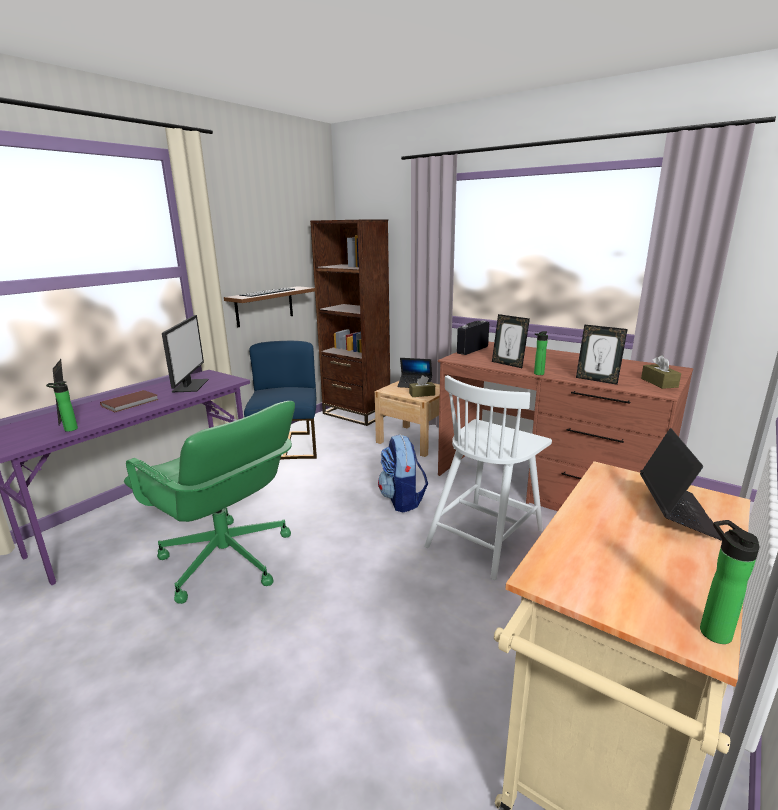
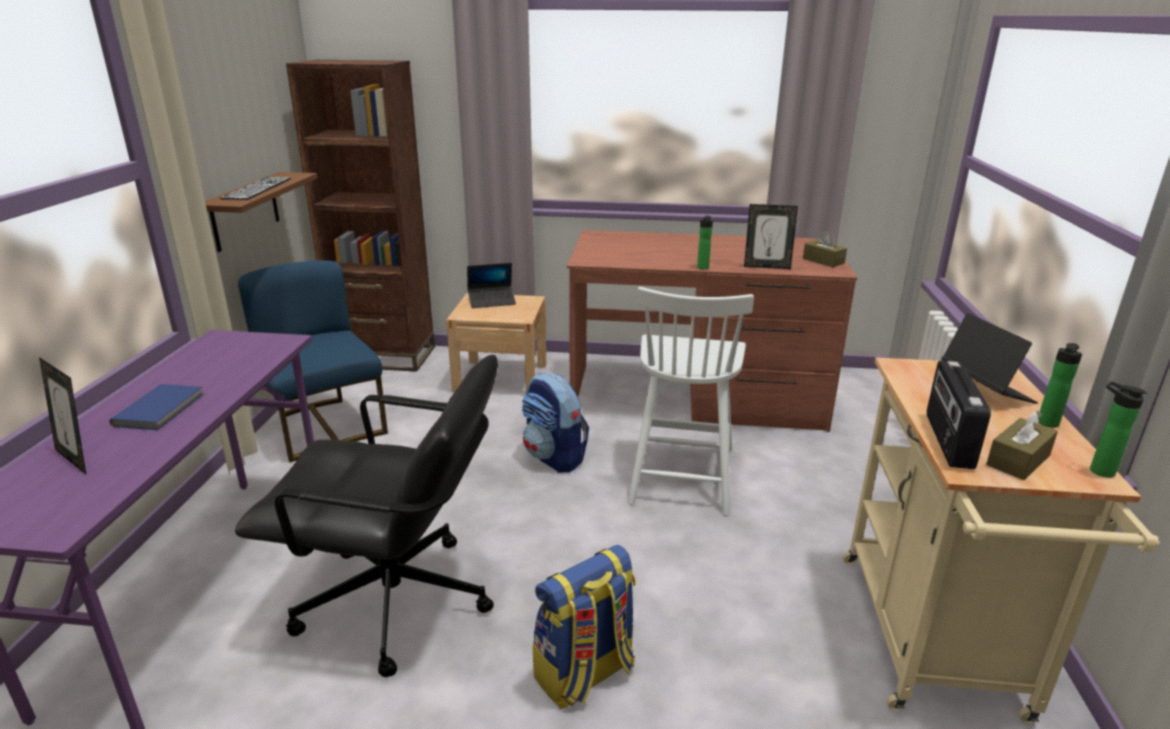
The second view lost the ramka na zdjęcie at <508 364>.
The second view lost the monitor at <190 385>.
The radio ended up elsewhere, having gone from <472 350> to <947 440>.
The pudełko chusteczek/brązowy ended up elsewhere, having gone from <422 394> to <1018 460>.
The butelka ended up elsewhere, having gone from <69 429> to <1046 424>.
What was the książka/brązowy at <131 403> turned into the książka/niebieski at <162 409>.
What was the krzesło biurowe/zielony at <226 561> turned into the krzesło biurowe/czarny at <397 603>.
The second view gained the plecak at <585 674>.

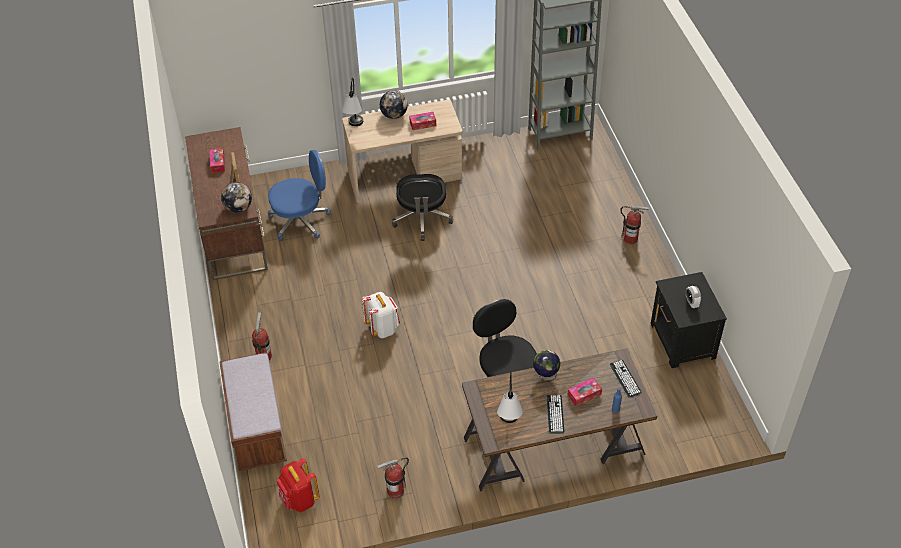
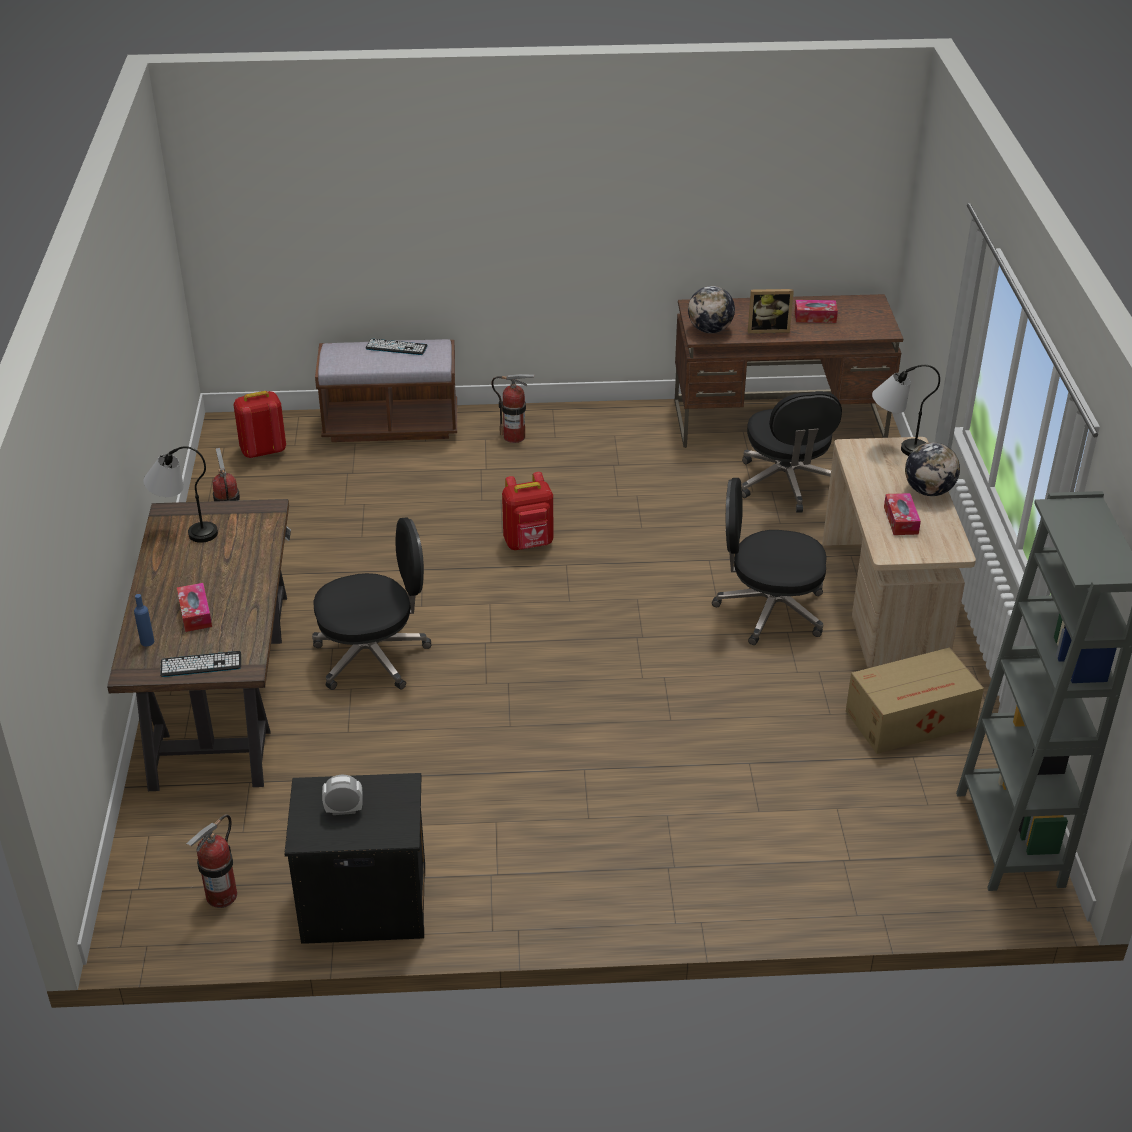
What was the krzesło biurowe/niebieski at <301 221> turned into the krzesło biurowe/czarny at <786 484>.
The gaśnica ended up elsewhere, having gone from <630 239> to <221 896>.
What was the plecak/biały at <382 328> turned into the plecak/czerwony at <529 543>.
The second view lost the globus at <545 376>.
The klawiatura ended up elsewhere, having gone from <555 414> to <396 347>.
The second view gained the karton at <912 719>.

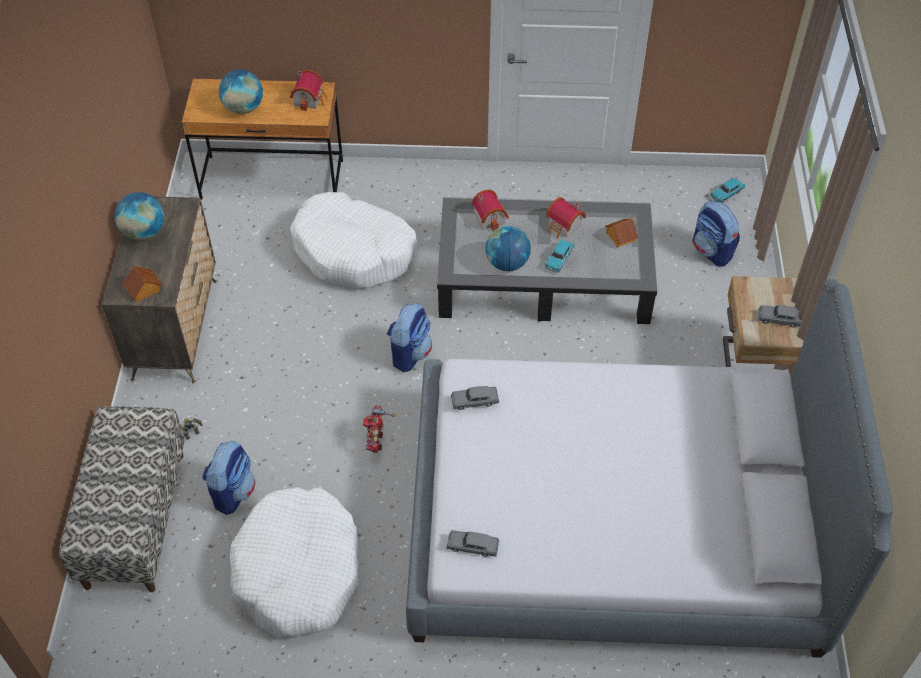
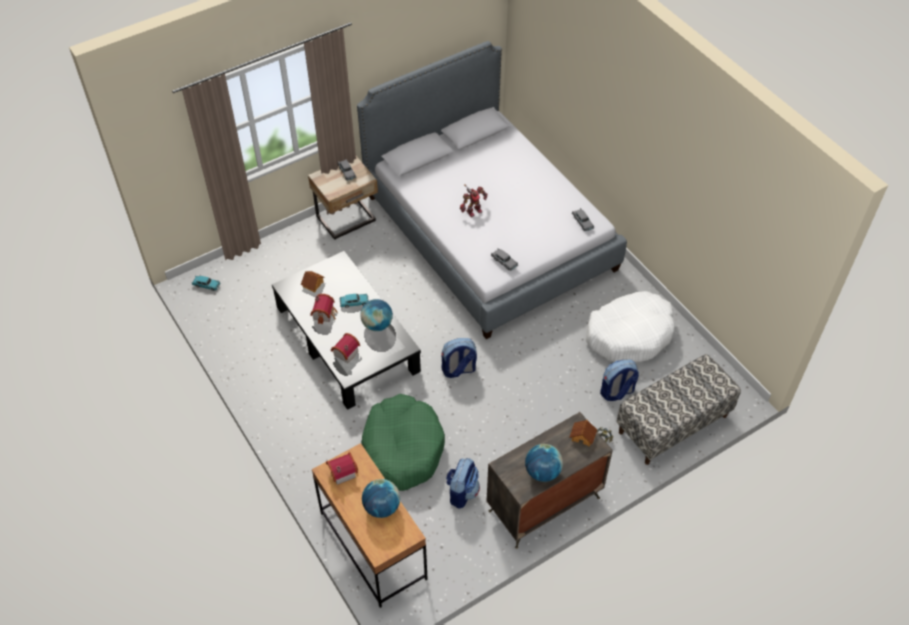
What was the legowisko/biały at <354 251> turned into the legowisko/zielony at <402 449>.
The plecak ended up elsewhere, having gone from <712 251> to <462 492>.
The robot zabawkowy ended up elsewhere, having gone from <376 441> to <473 210>.

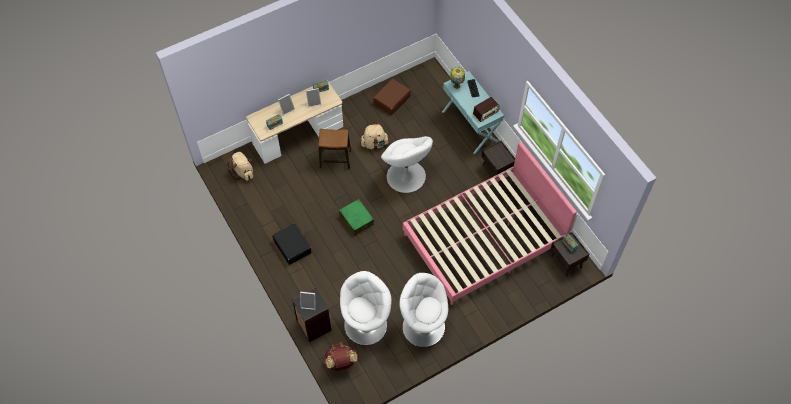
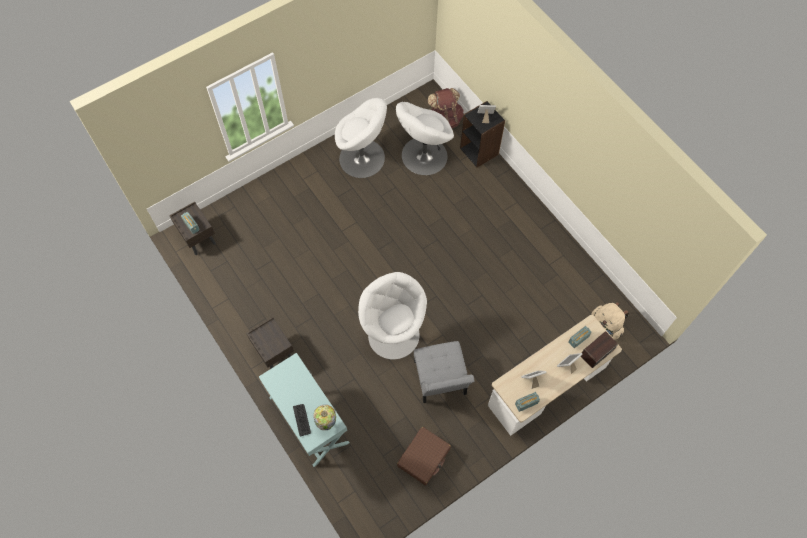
The radio ended up elsewhere, having gone from <486 112> to <597 352>.
Where the plecak/beżowy stood at <374 143>, the krzesło/szary came to stand at <440 381>.
The second view lost the stołek at <335 159>.
The second view lost the łóżko/różowy at <484 239>.
The second view lost the walizka/zielony at <356 220>.
The second view lost the walizka/czarny at <292 246>.

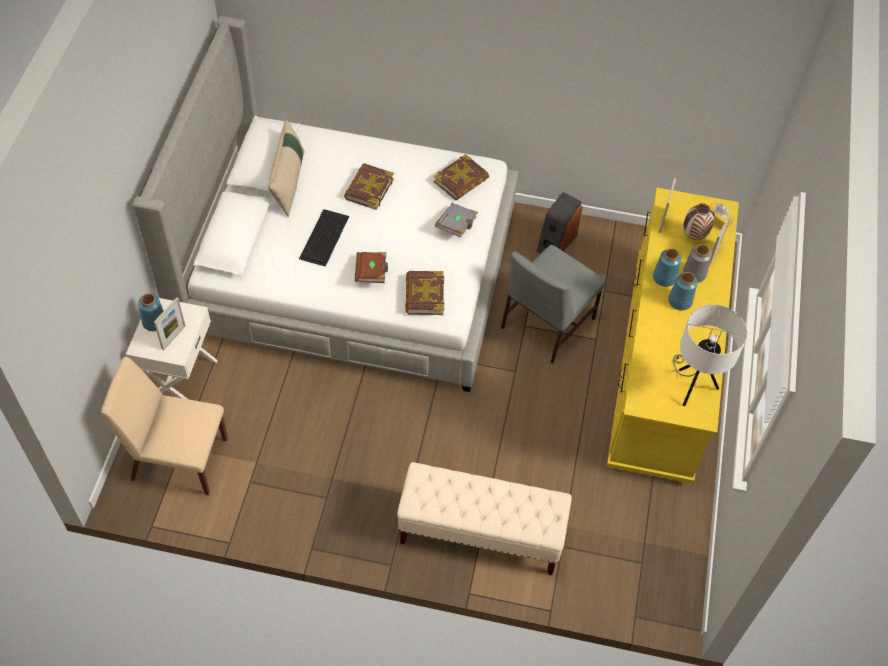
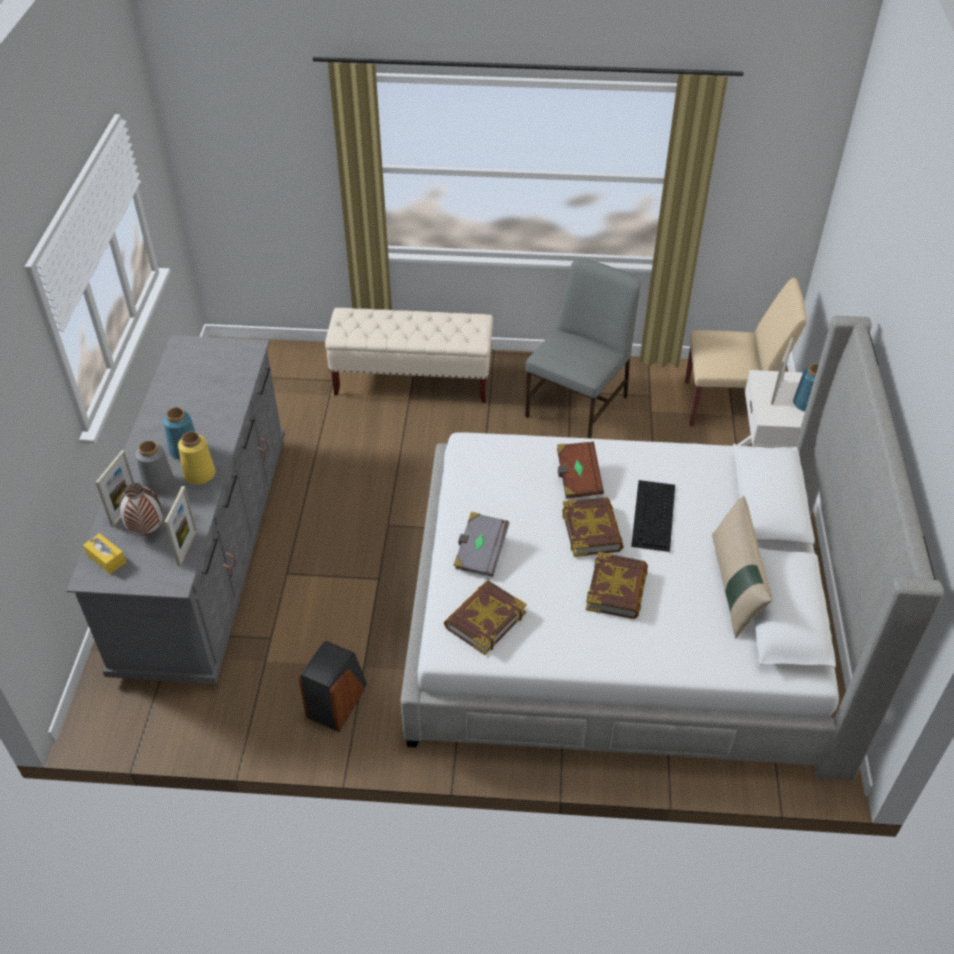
What was the komoda/żółty at <661 366> turned into the komoda/szary at <206 551>.
The krzesło/szary ended up elsewhere, having gone from <546 323> to <578 405>.
What was the wazon/niebieski at <664 277> turned into the wazon/żółty at <199 474>.
The książka ended up elsewhere, having gone from <424 295> to <592 530>.
The second view lost the lampa stołowa/biały at <692 386>.

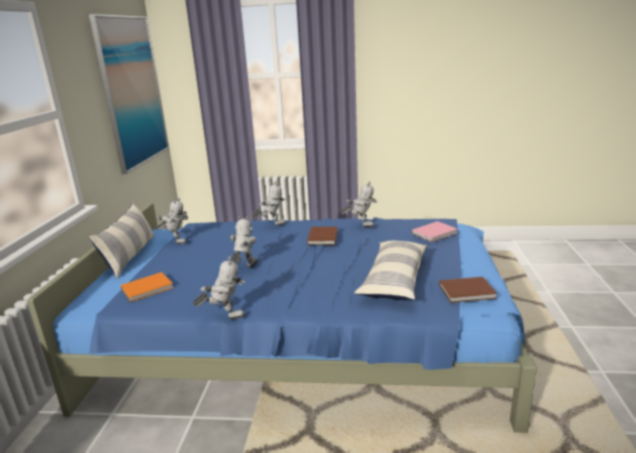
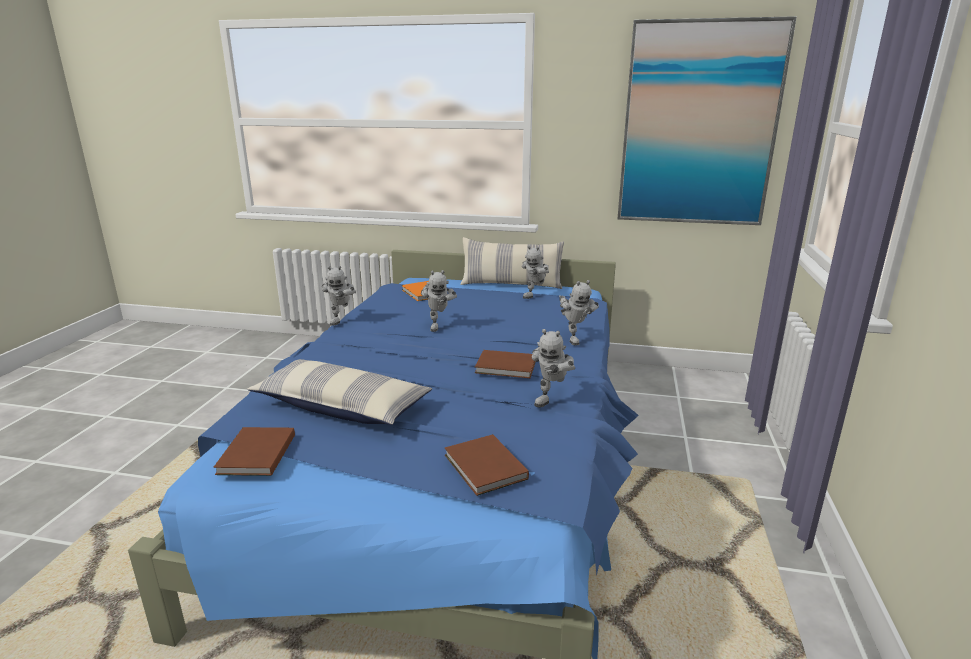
The robot zabawkowy at <245 268> ended up facing another way, 60 degrees clockwise from before.
What was the książka/różowy at <435 233> turned into the książka/brązowy at <485 468>.

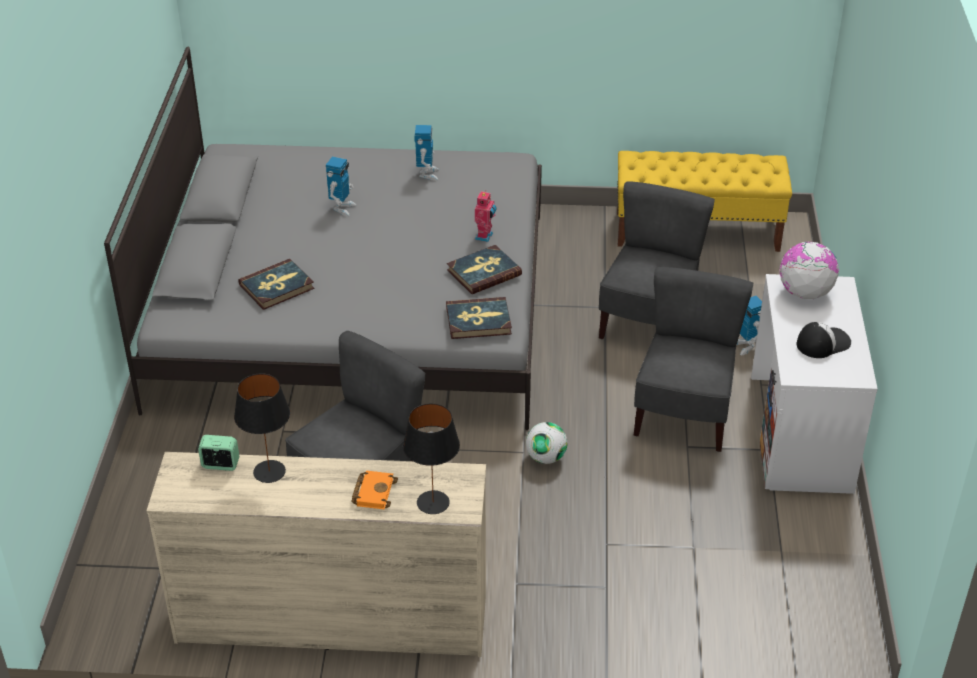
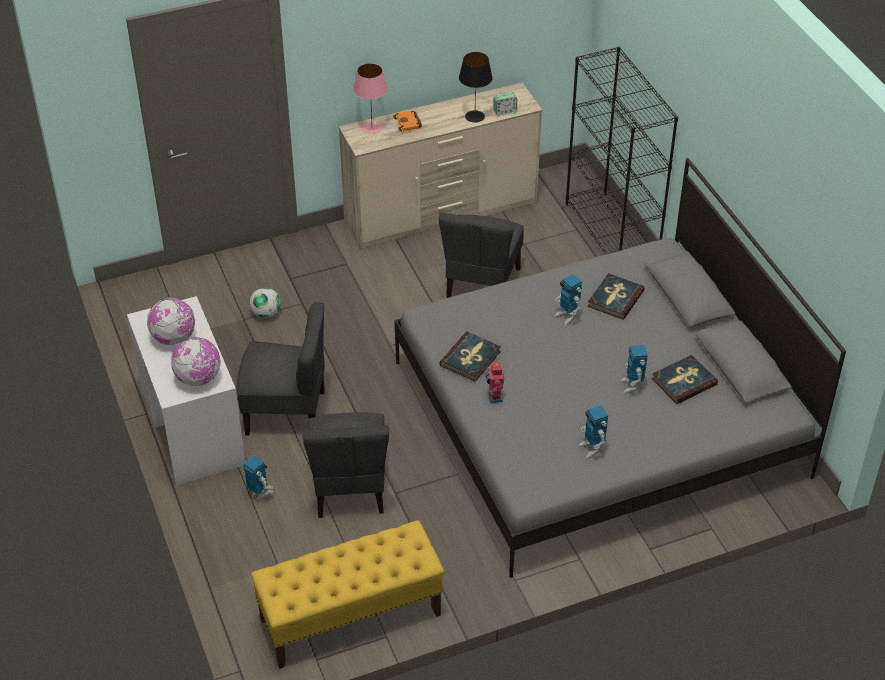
The krzesło/szary at <684 415> ended up facing another way, 75 degrees counterclockwise from before.
The książka ended up elsewhere, having gone from <478 321> to <683 381>.
Where the czapka z daszkiem stood at <822 343>, the globus came to stand at <174 338>.
What was the lampa stołowa/czarny at <432 502> turned into the lampa stołowa/różowy at <372 128>.
The piłka futbolowa ended up elsewhere, having gone from <546 458> to <266 314>.
The second view gained the regał/czarny at <612 234>.
The second view gained the robot zabawkowy at <567 316>.

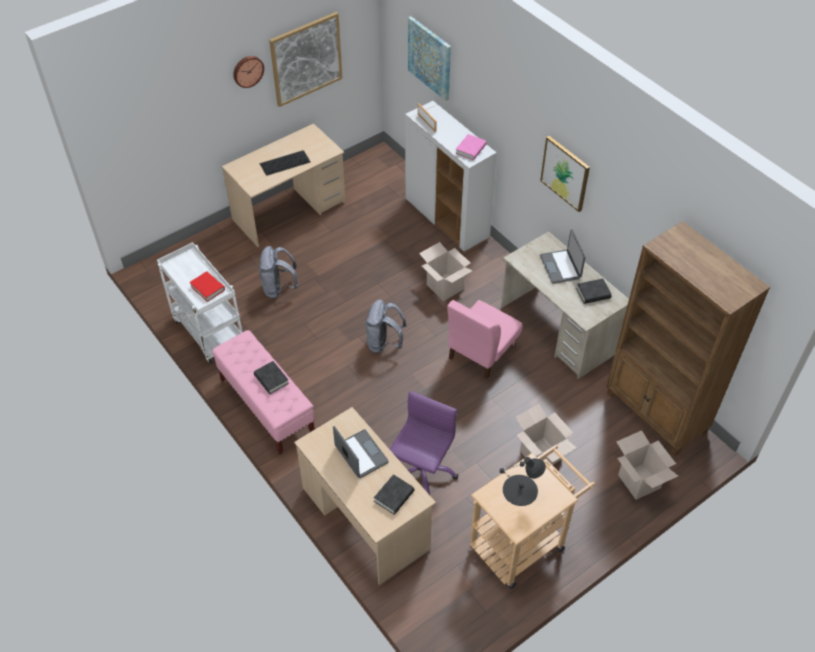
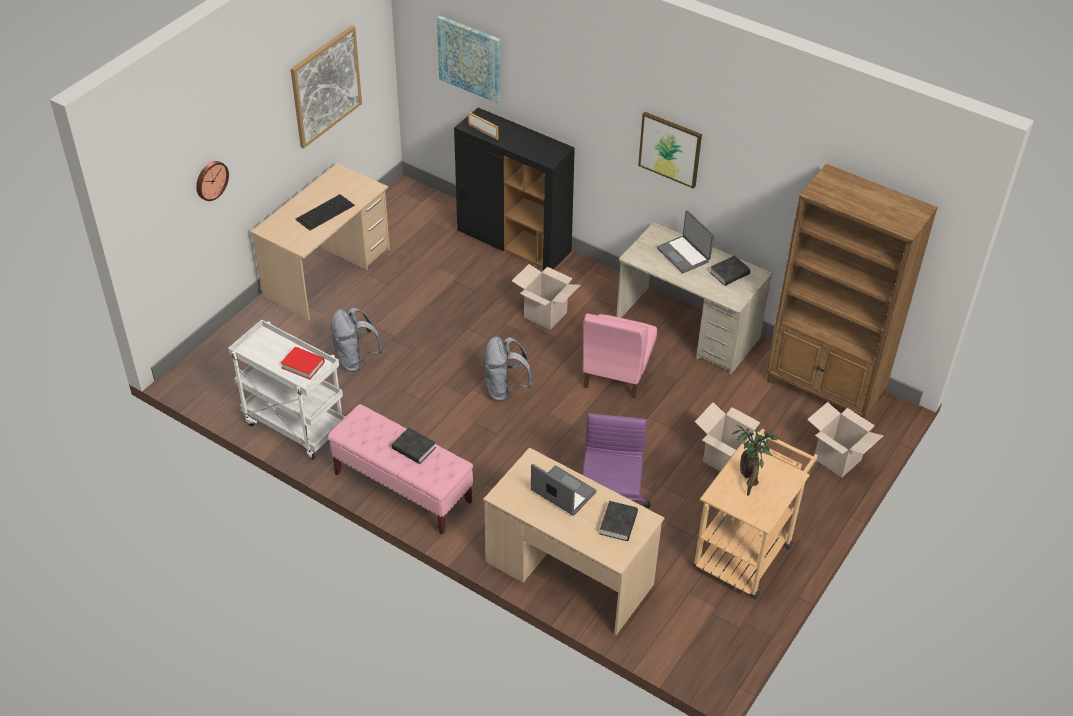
The zegar ścienny ended up elsewhere, having gone from <247 71> to <210 180>.
What was the szafka/biały at <447 219> turned into the szafka/czarny at <514 242>.
The second view lost the książka/różowy at <470 149>.
Where the lampa stołowa/czarny stood at <520 490>, the roślina doniczkowa came to stand at <749 480>.

